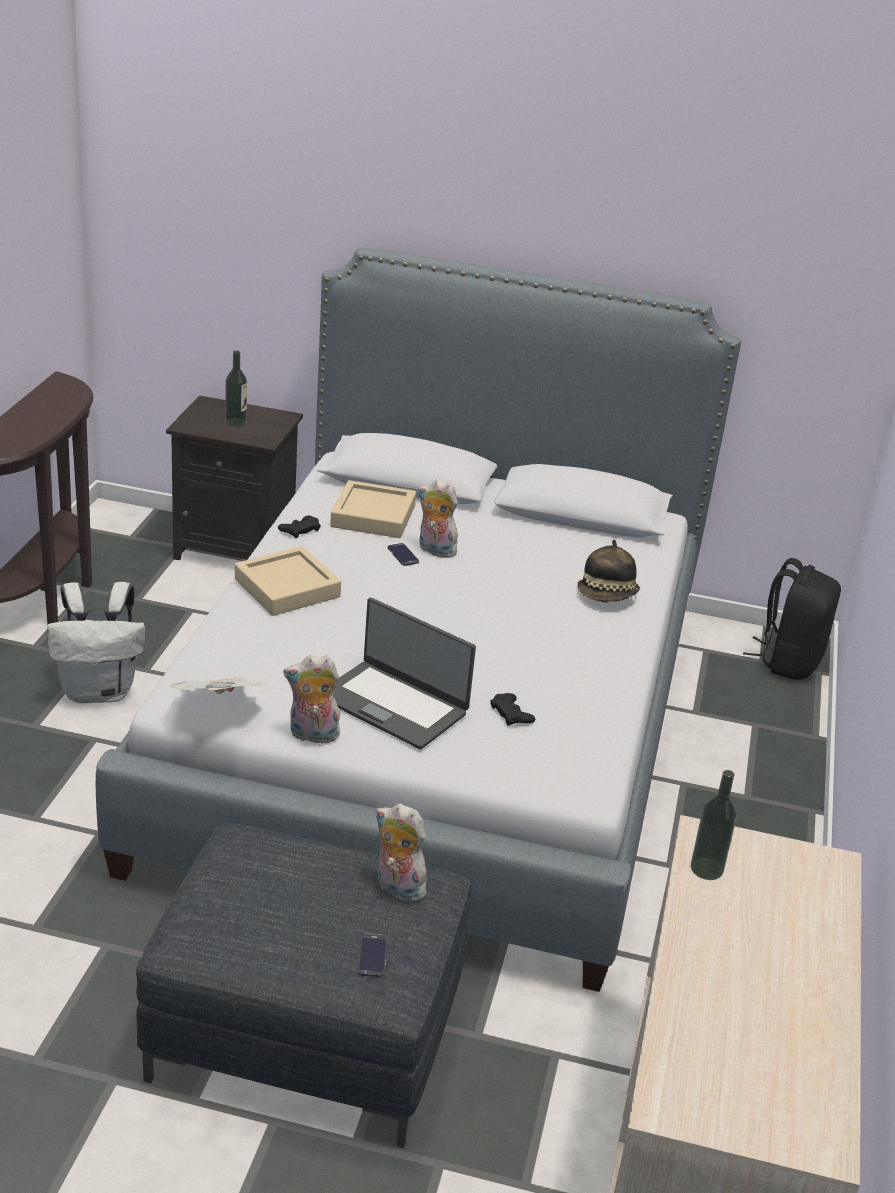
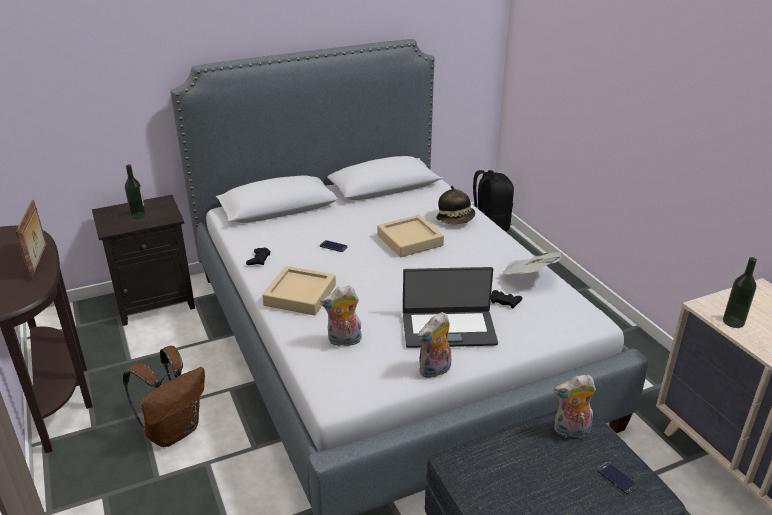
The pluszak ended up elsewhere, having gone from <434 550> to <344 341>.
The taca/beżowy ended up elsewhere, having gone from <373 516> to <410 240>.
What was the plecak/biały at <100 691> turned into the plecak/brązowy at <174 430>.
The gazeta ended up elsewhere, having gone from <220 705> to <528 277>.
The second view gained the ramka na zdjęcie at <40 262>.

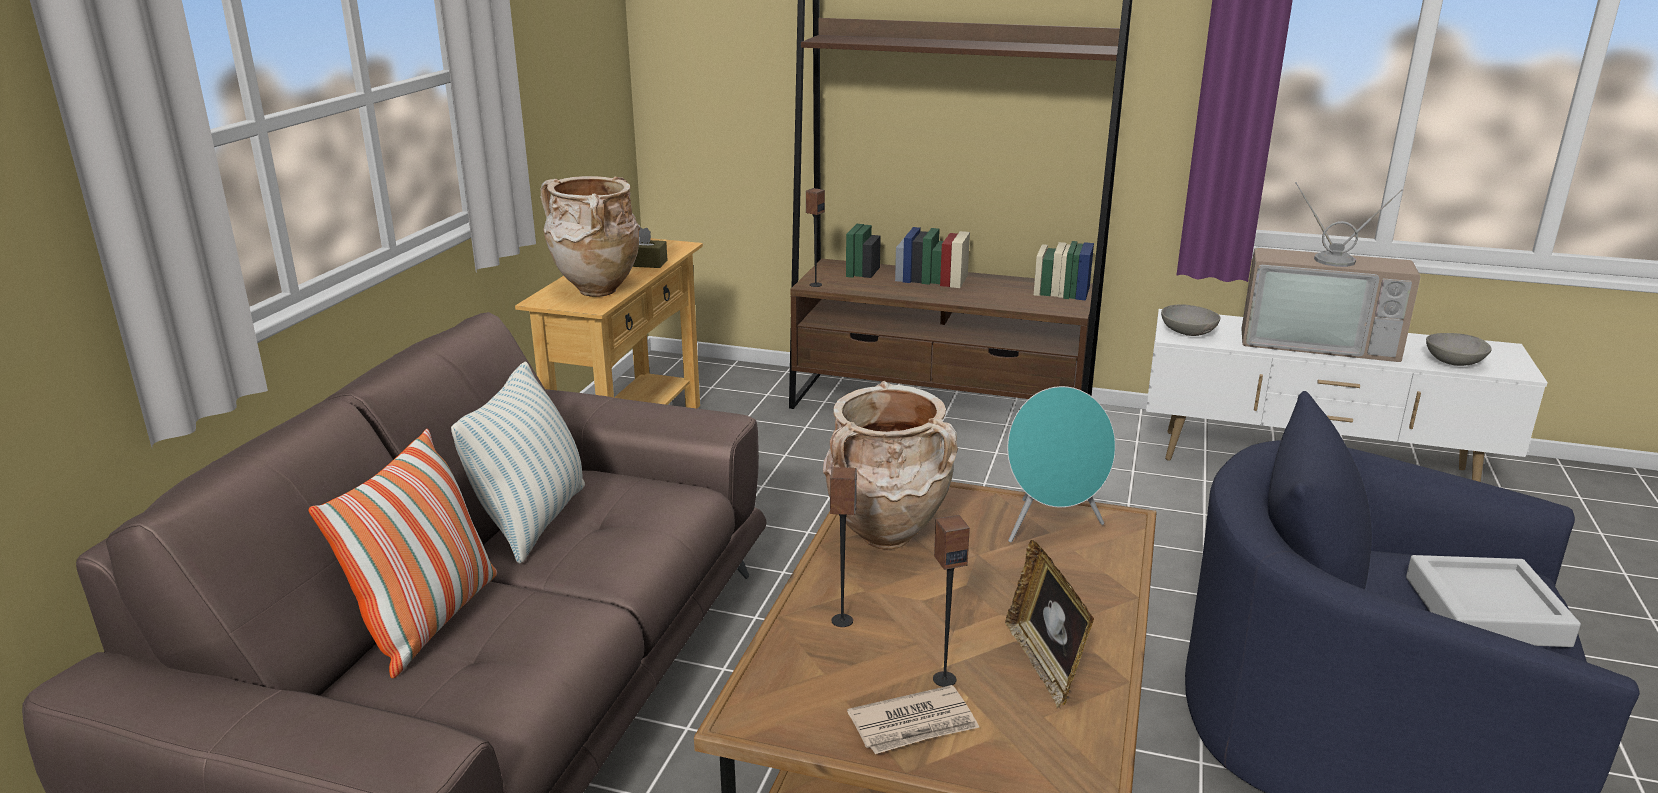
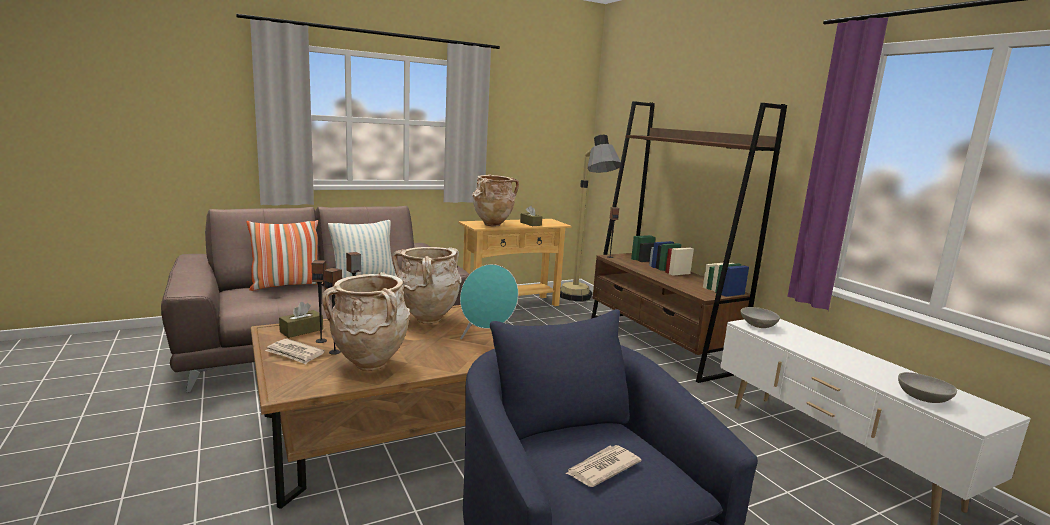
The second view lost the telewizor at <1319 341>.
Where the ramka na zdjęcie stood at <1044 664>, the wazon/beżowy came to stand at <370 366>.
Where the taca/szary stood at <1485 611>, the gazeta came to stand at <601 468>.
The second view gained the lampa stojąca at <581 300>.
The second view gained the głośnik at <321 340>.
The second view gained the pudełko chusteczek/brązowy at <301 331>.

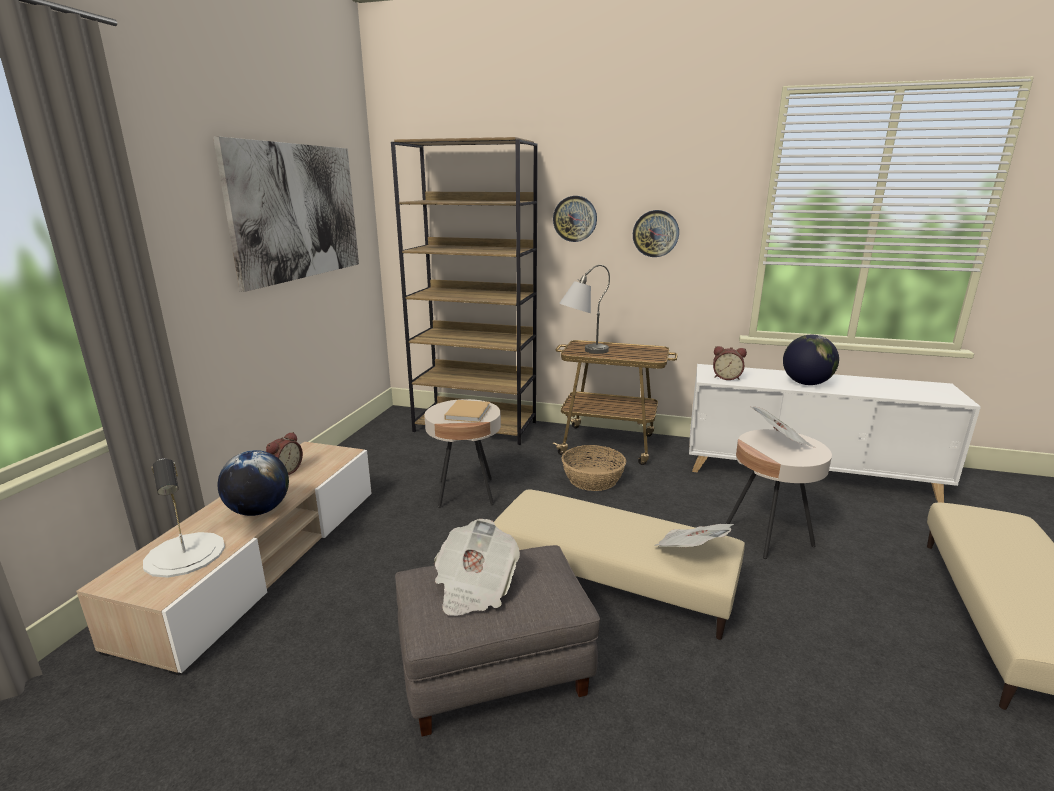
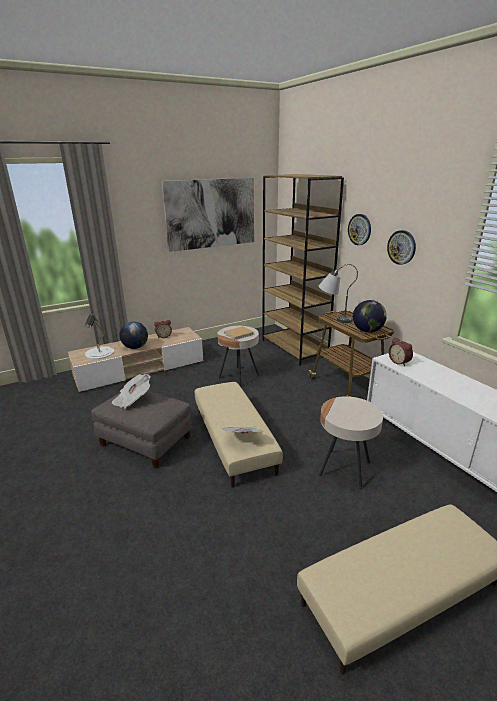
The globus ended up elsewhere, having gone from <806 383> to <367 331>.
The second view lost the gazeta at <779 442>.
The second view lost the koszyk at <592 479>.

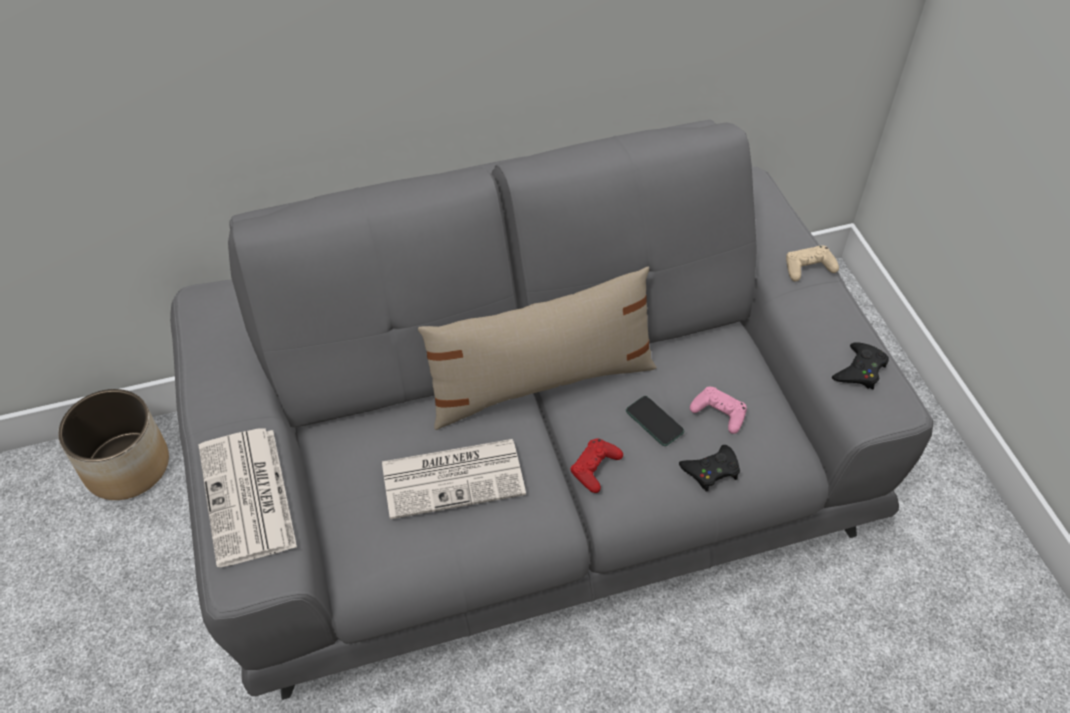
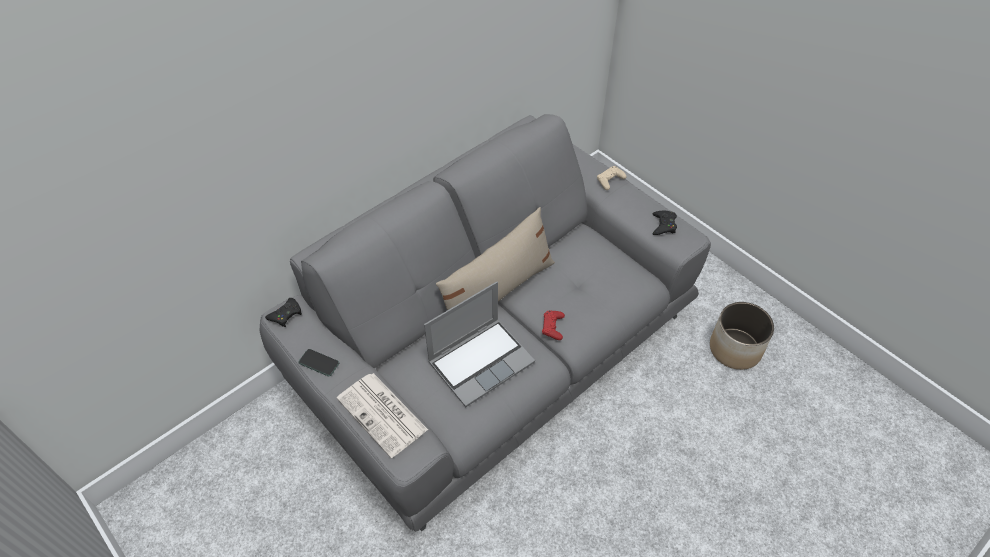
The second view lost the pad do gier/różowy at <719 413>.
The donica ended up elsewhere, having gone from <128 465> to <735 348>.
The telefon ended up elsewhere, having gone from <654 421> to <319 363>.
Where the gazeta stood at <455 477>, the laptop came to stand at <481 361>.
The pad do gier/czarny ended up elsewhere, having gone from <711 470> to <285 314>.

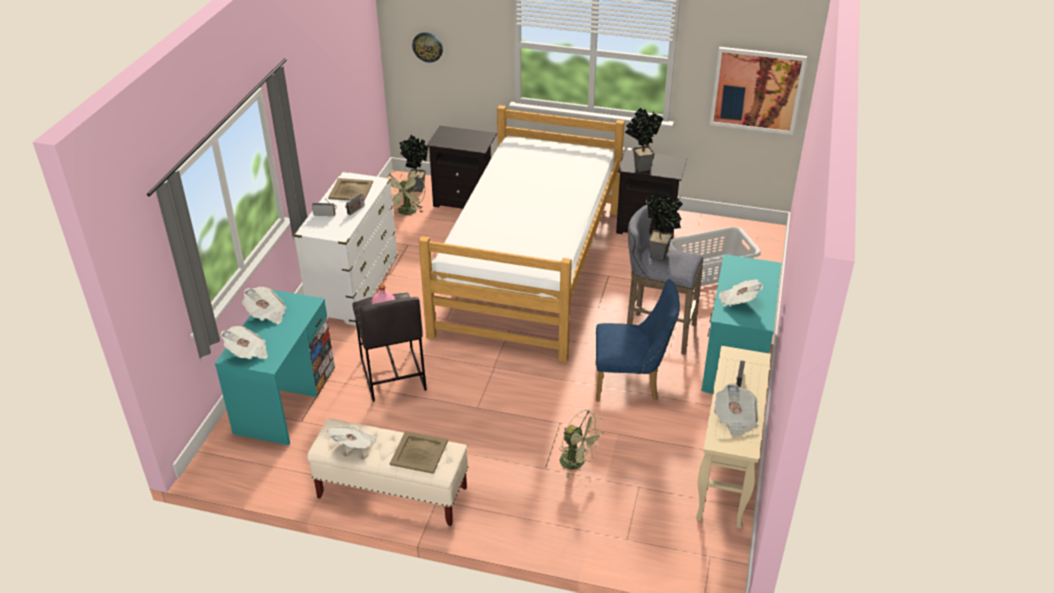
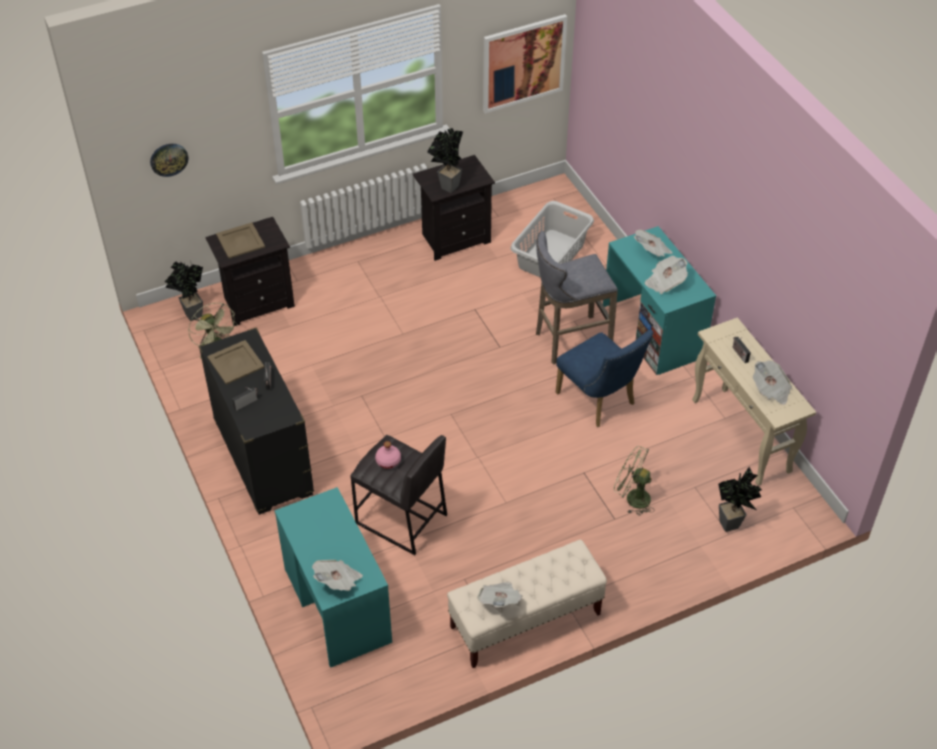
The second view lost the łóżko at <531 269>.
What was the komoda/biały at <354 287> turned into the komoda/czarny at <263 458>.
The roślina doniczkowa ended up elsewhere, having gone from <660 257> to <732 525>.
The krzesło/niebieski at <631 384> ended up facing another way, 90 degrees clockwise from before.
The gazeta ended up elsewhere, having gone from <266 314> to <652 251>.
The wentylator/zielony at <577 463> ended up facing another way, 150 degrees counterclockwise from before.
The taca/beżowy ended up elsewhere, having gone from <418 453> to <240 241>.

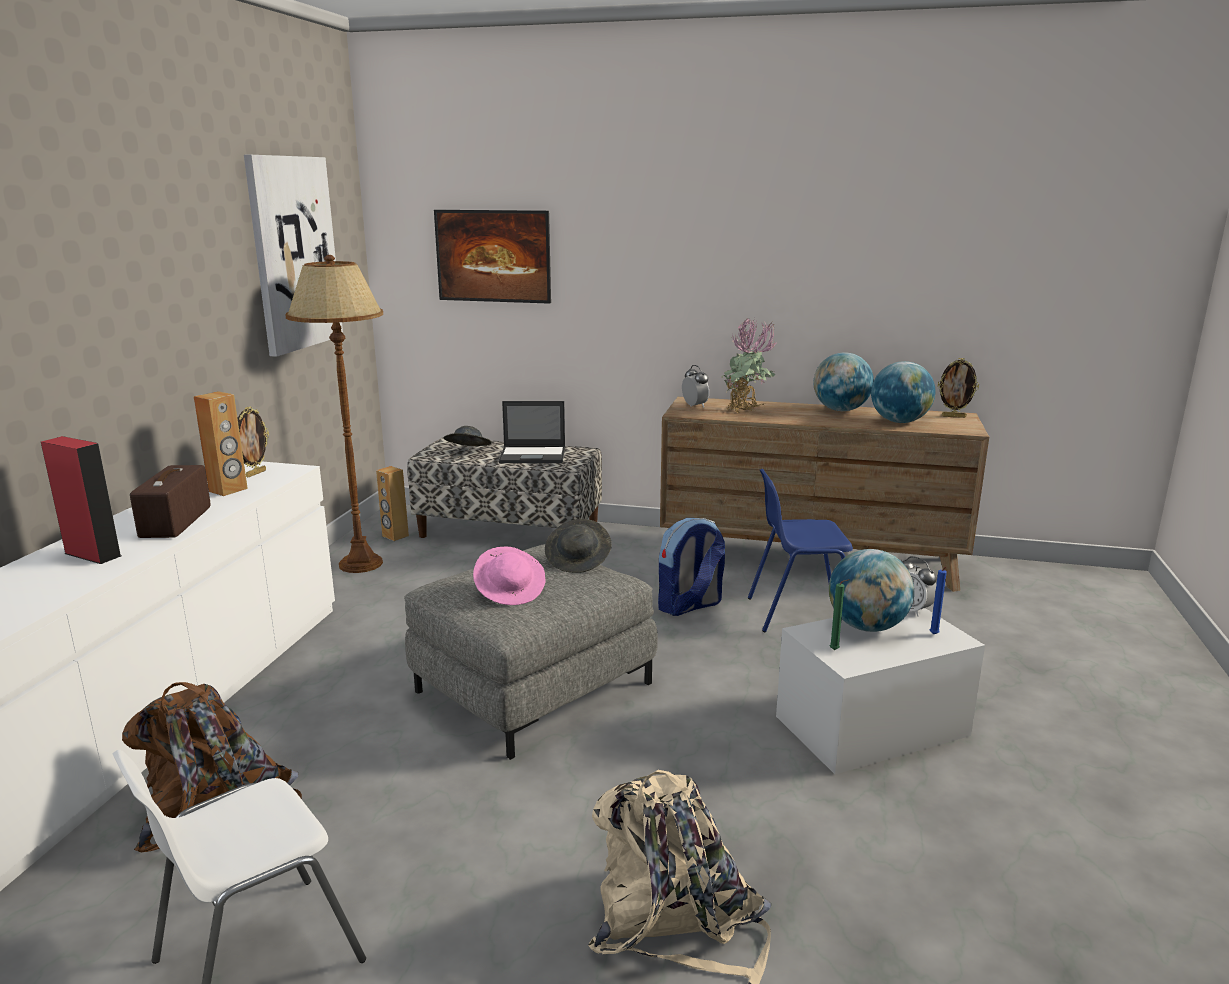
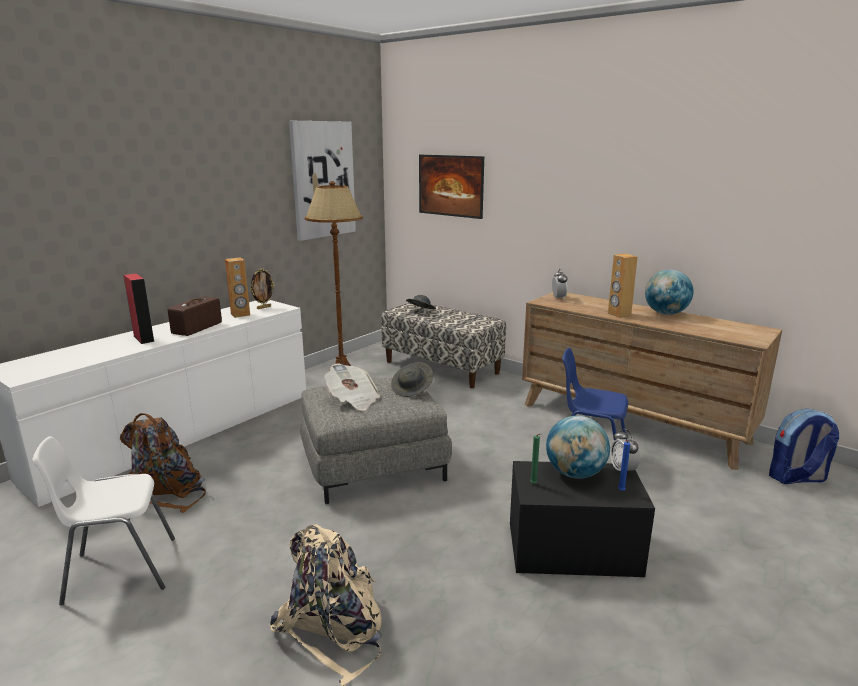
The second view lost the roślina doniczkowa at <747 413>.
The second view lost the ramka na zdjęcie at <953 416>.
The second view lost the globus at <899 422>.
The second view lost the laptop at <533 455>.
The głośnik/brązowy ended up elsewhere, having gone from <395 536> to <619 314>.
The plecak ended up elsewhere, having gone from <689 606> to <796 478>.
Where the kapelusz/różowy stood at <510 591>, the gazeta came to stand at <353 400>.
What was the pojemnik do przechowywania/biały at <872 725> turned into the pojemnik do przechowywania/czarny at <573 548>.

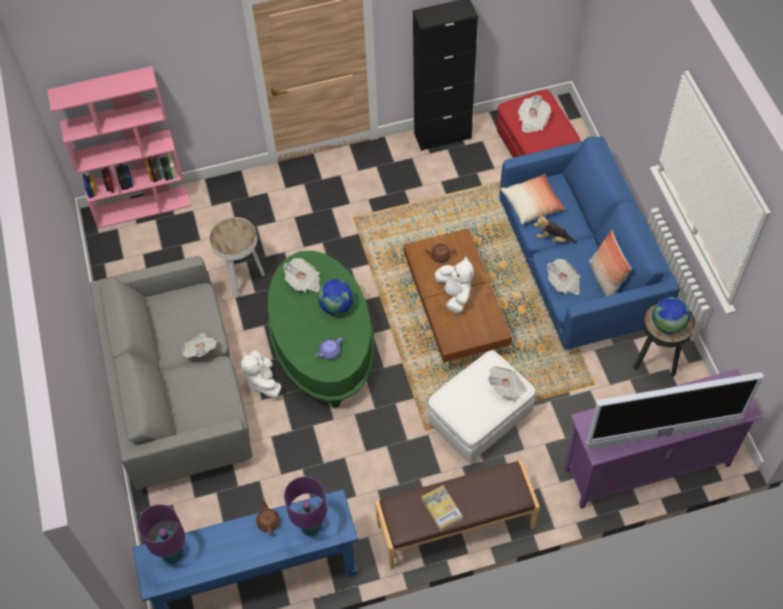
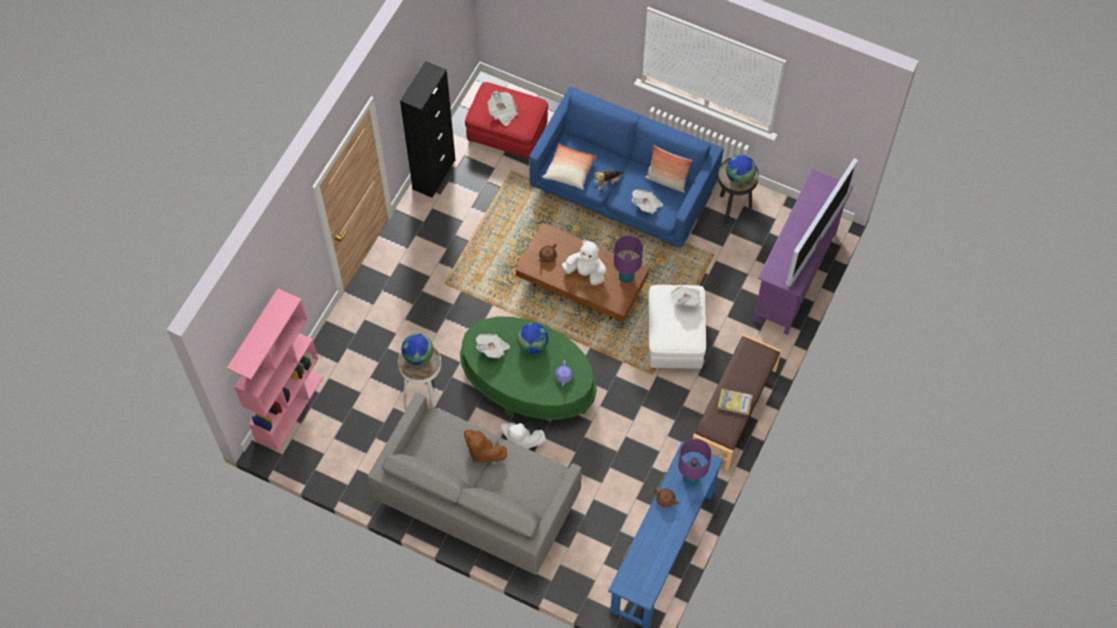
Where the gazeta stood at <200 350>, the pluszak/brązowy came to stand at <483 452>.
The lampa stołowa/fioletowy ended up elsewhere, having gone from <173 554> to <626 277>.
The second view gained the globus at <418 356>.

